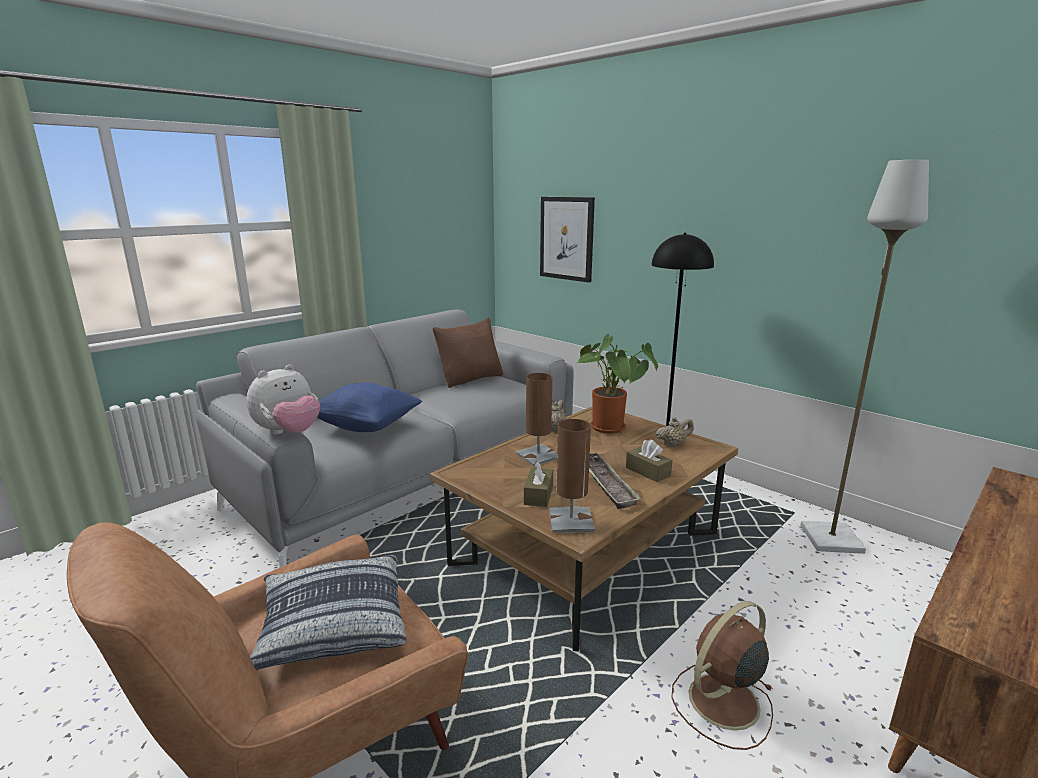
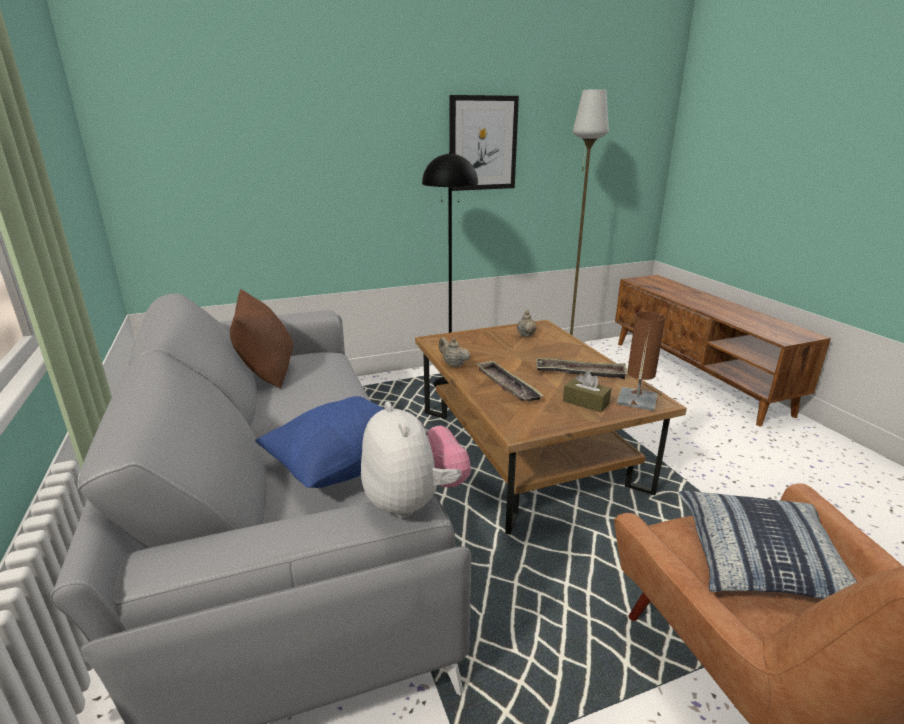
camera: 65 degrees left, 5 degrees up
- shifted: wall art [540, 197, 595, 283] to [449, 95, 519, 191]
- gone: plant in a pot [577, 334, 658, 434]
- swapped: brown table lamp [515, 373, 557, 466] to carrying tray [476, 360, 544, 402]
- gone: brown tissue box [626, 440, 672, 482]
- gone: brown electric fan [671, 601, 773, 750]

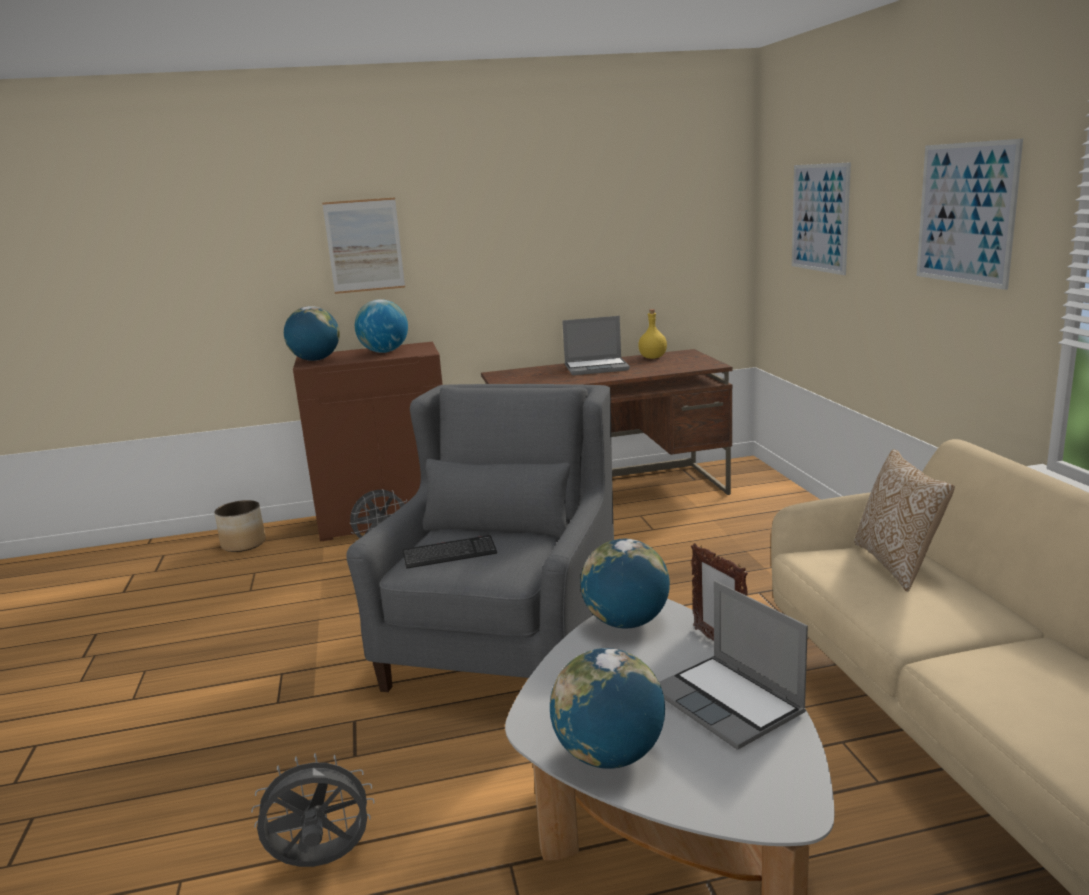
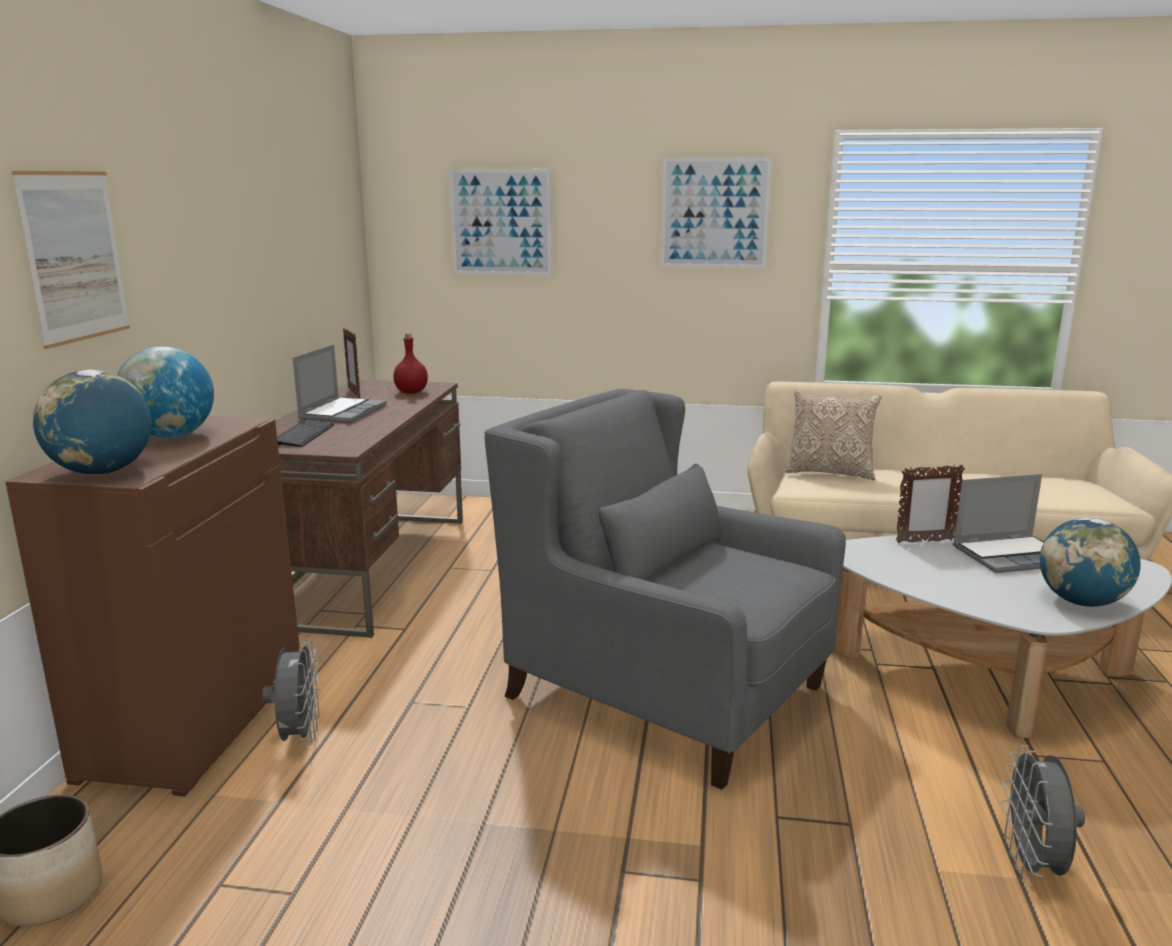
camera: 70 degrees left, 0 degrees up
- swapped: yellowish beverage bottle [638, 309, 667, 359] to photo frame [343, 328, 360, 398]
- shifted: keyboard [402, 535, 497, 569] to [277, 419, 335, 447]
- gone: desk globe [580, 539, 670, 629]
- new: red-coloured beverage bottle [393, 333, 428, 393]

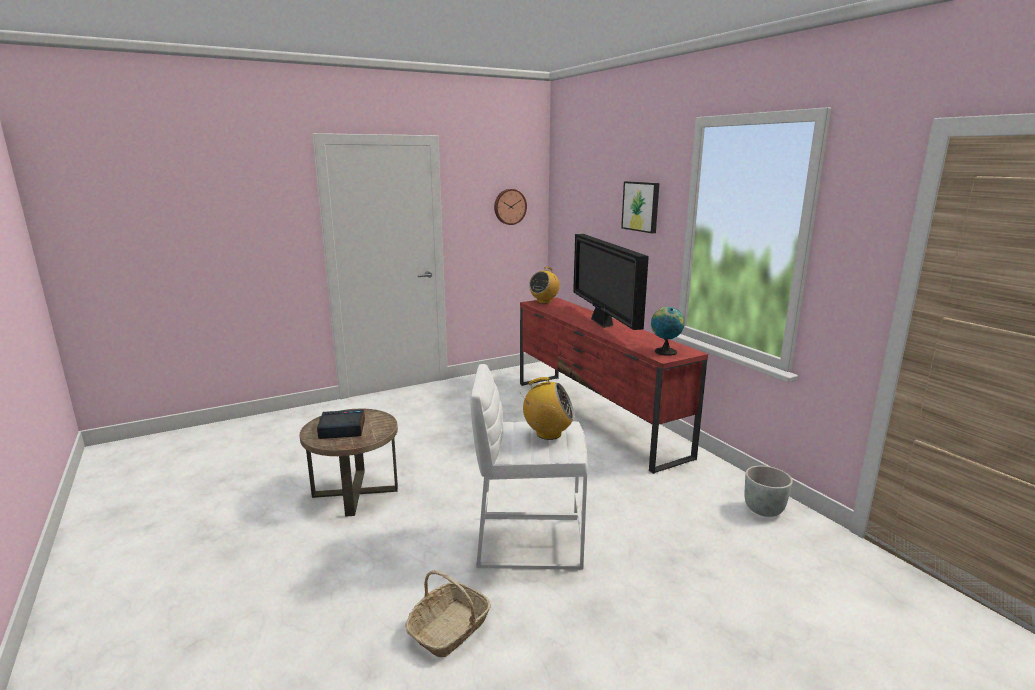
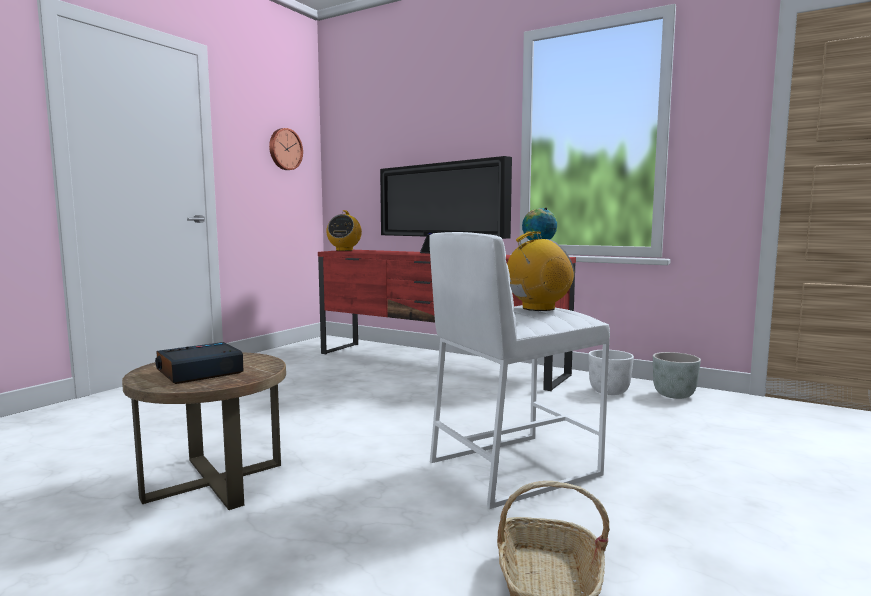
camera: 30 degrees left, 10 degrees down
- gone: wall art [621, 181, 659, 233]
- new: white-coloured plant pot [588, 350, 634, 395]

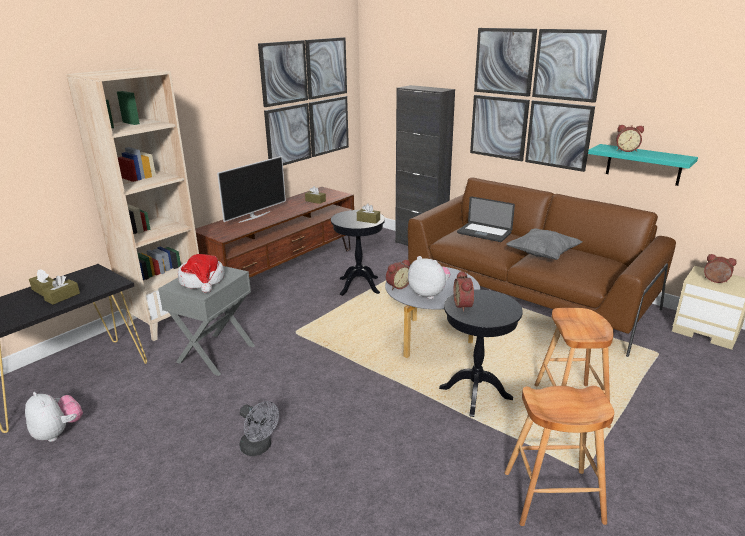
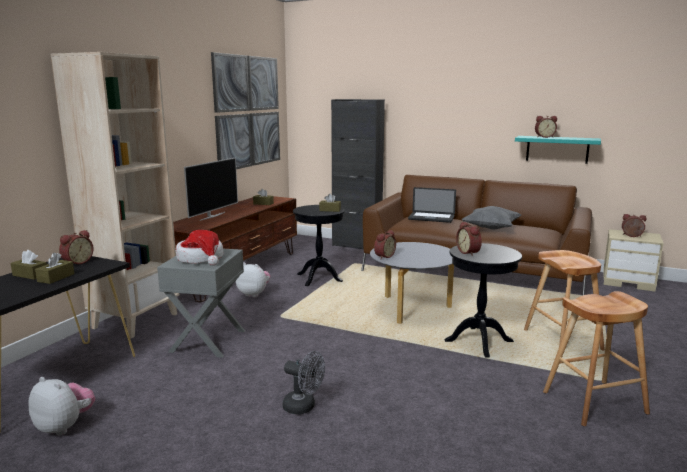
camera: 15 degrees left, 10 degrees down
- gone: wall art [470, 28, 607, 172]
- shifted: soft toy [408, 256, 450, 299] to [236, 262, 270, 297]
- new: table clock [59, 230, 94, 264]

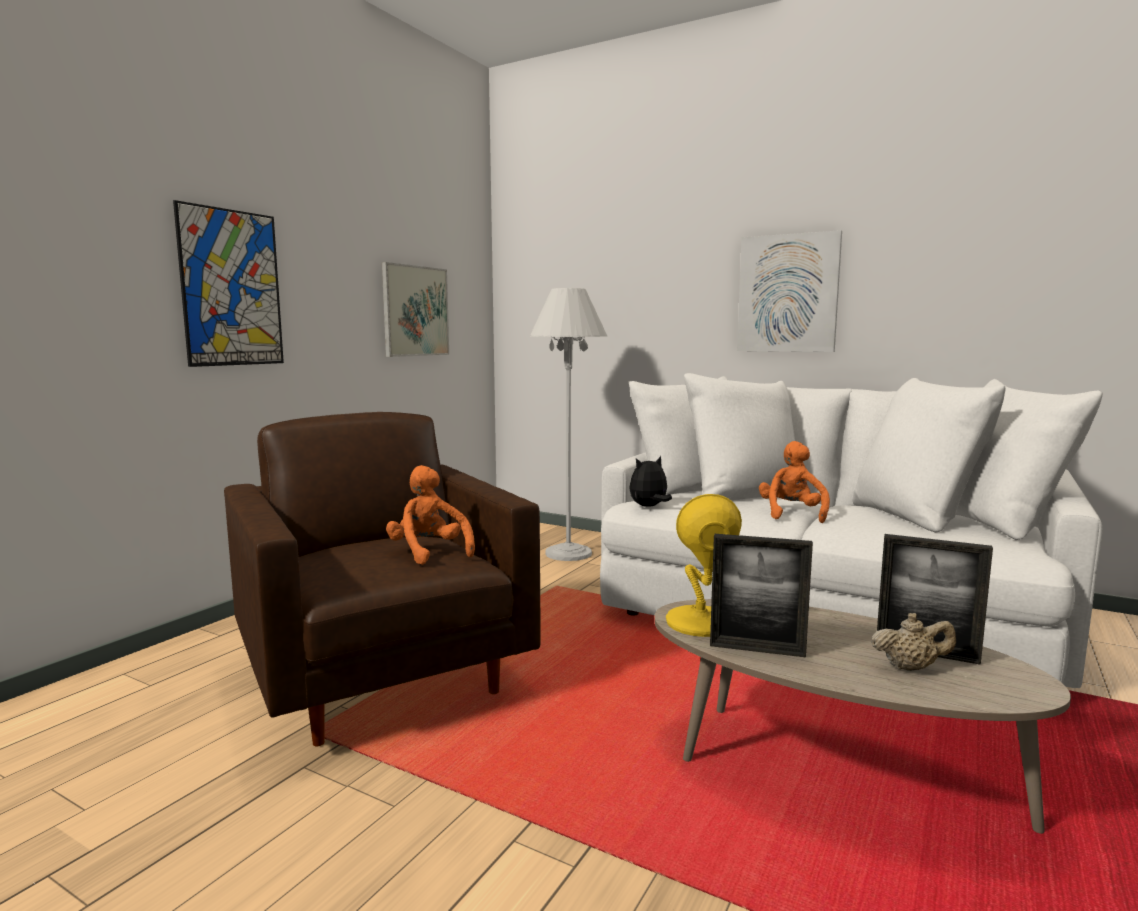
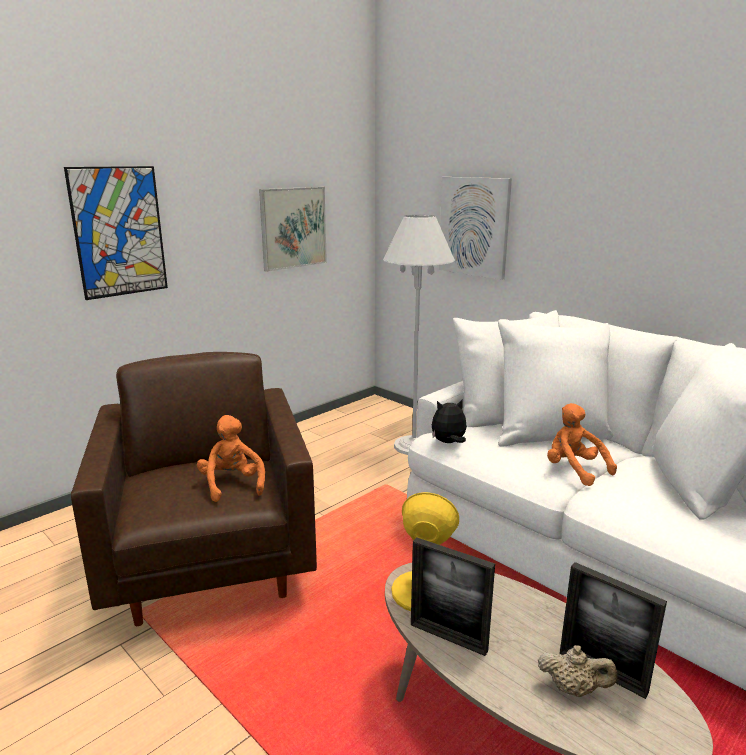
camera: 15 degrees right, 10 degrees up
- shifted: wall art [737, 230, 842, 352] to [439, 177, 512, 280]
- rotated: orange-coloured soft toy [759, 441, 830, 523] = [547, 403, 617, 486] 60 degrees counterclockwise

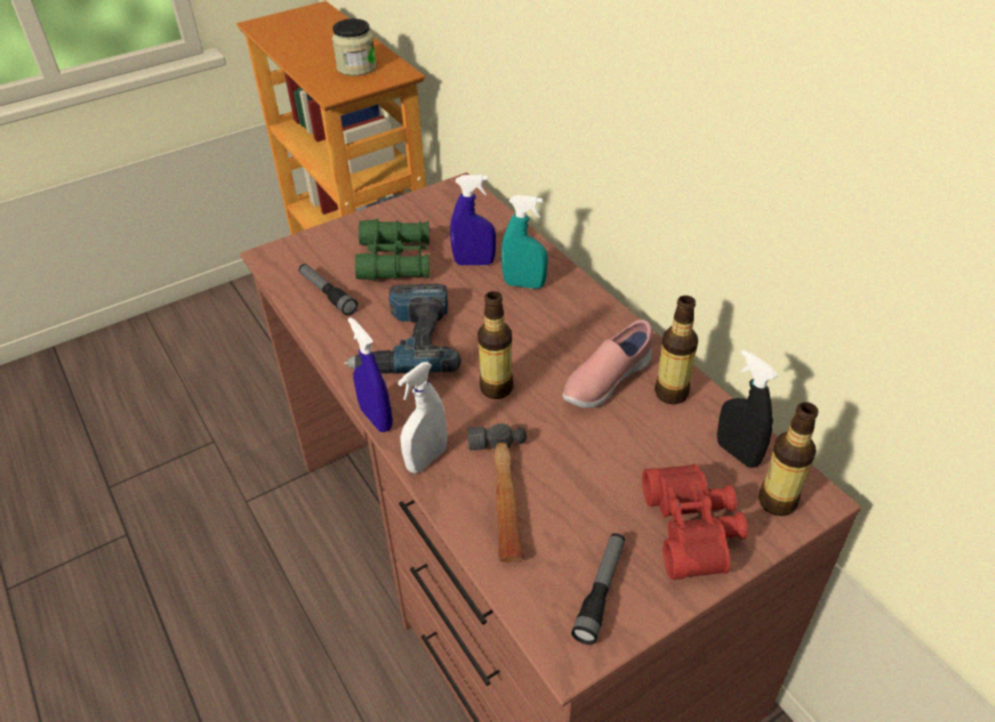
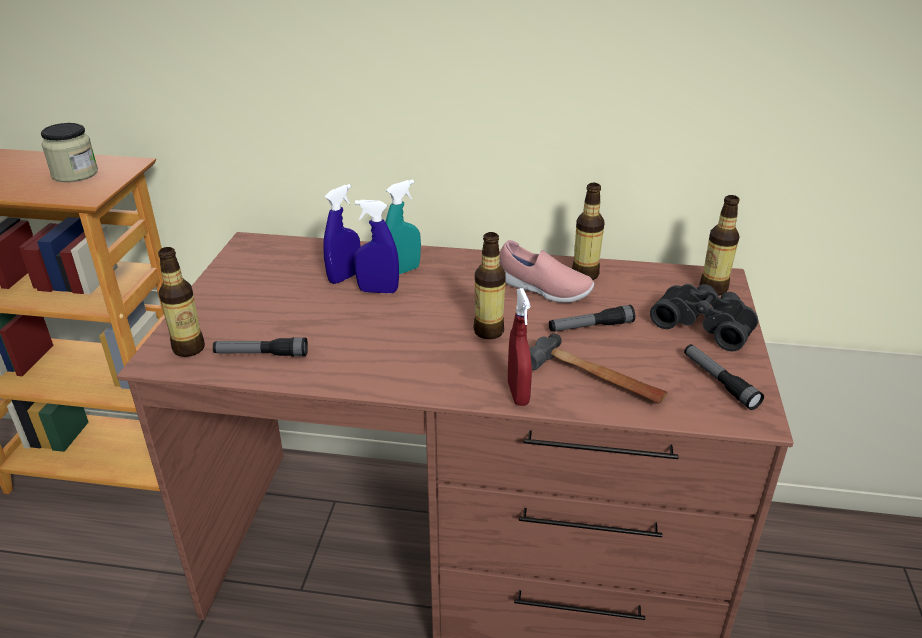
camera: 50 degrees left, 10 degrees down
- gone: green binoculars [355, 219, 429, 281]
- gone: electric drill [344, 284, 461, 373]
- shifted: blue spray bottle [348, 317, 393, 432] to [354, 200, 399, 293]
- rotated: pink shoe [562, 319, 654, 408] = [499, 240, 594, 303] 60 degrees counterclockwise
- gone: blackish spray bottle [717, 350, 778, 468]
- repainted: white-coloured spray bottle [398, 362, 447, 473] to red-coloured spray bottle [508, 288, 532, 406]
- repainted: red-coloured binoculars [642, 464, 748, 580] to blackish binoculars [650, 284, 758, 351]
- new: beverage bottle [158, 247, 205, 357]
- new: torch [549, 305, 635, 332]

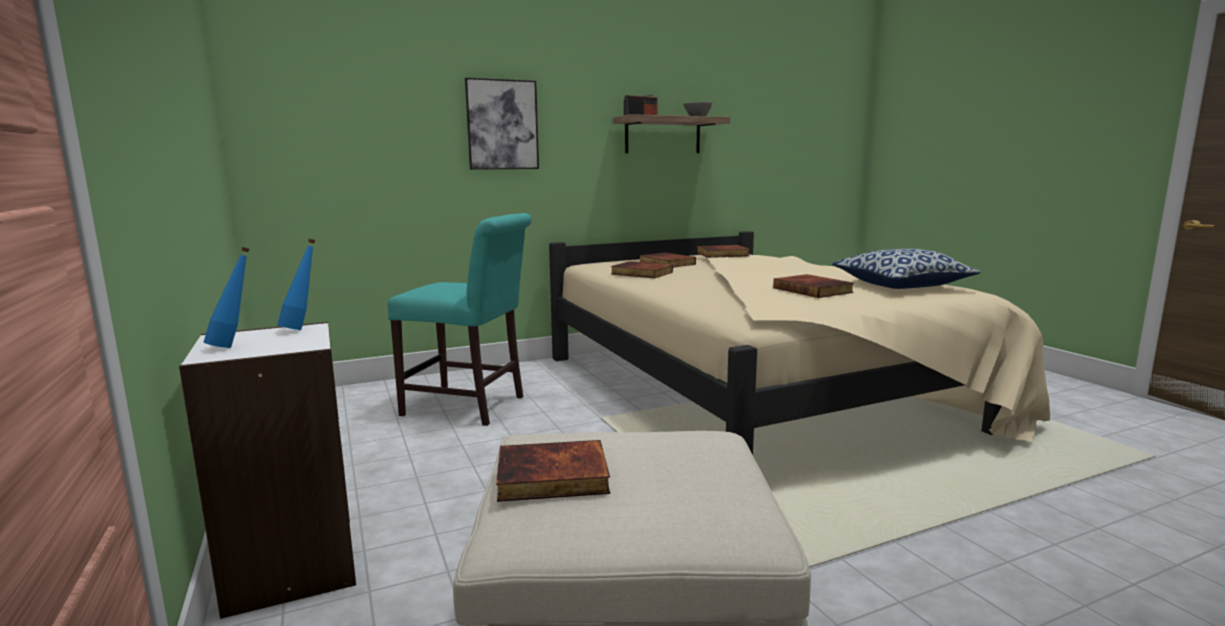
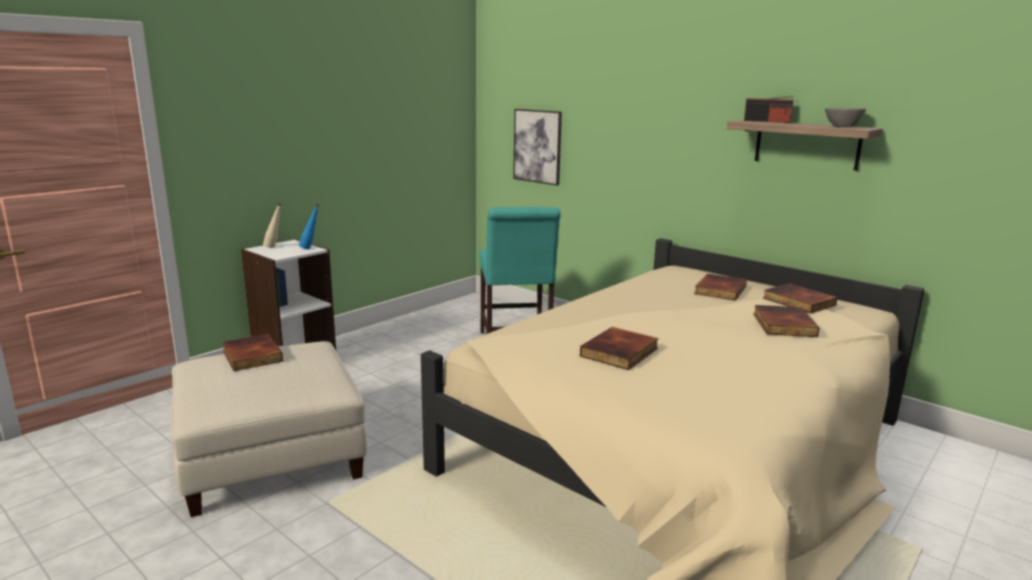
camera: 65 degrees right, 5 degrees up
- shifted: wall art [465, 77, 539, 170] to [513, 109, 562, 185]
- repainted: blue beverage bottle [204, 247, 250, 348] to sand-coloured beverage bottle [263, 202, 281, 248]
- gone: throw pillow [832, 249, 981, 289]
- shifted: book [611, 261, 673, 278] to [753, 305, 819, 337]

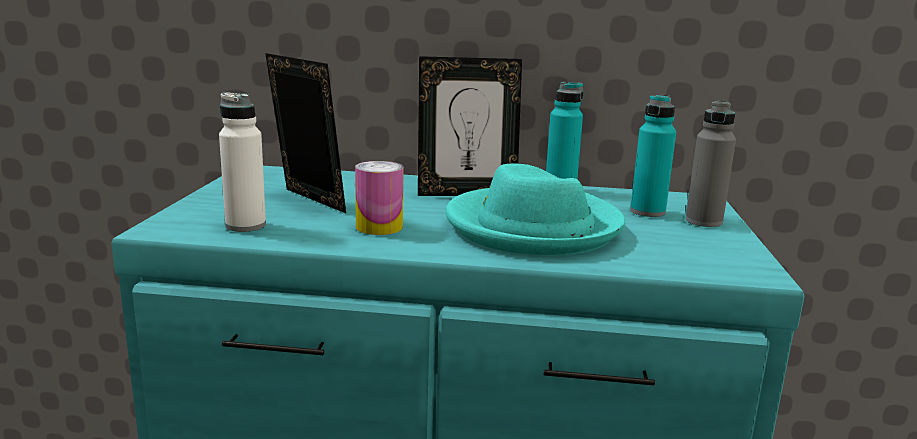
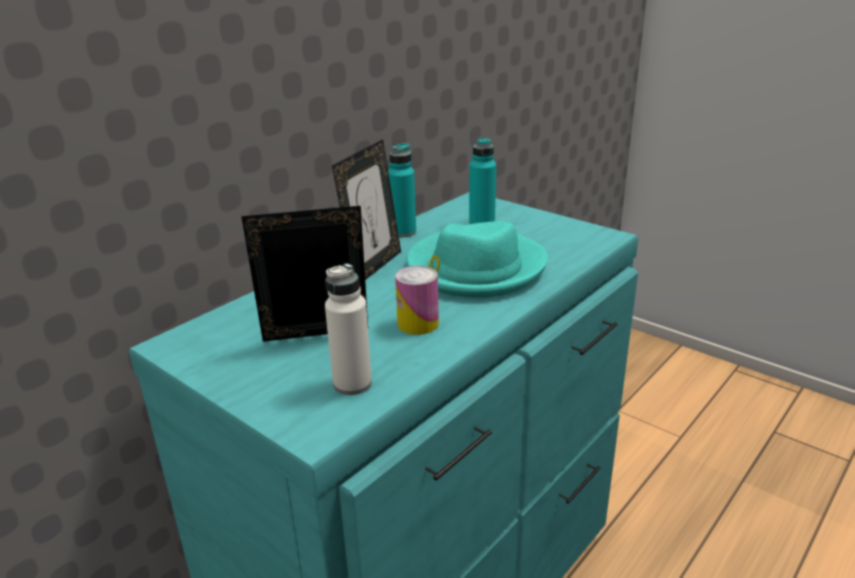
camera: 55 degrees left, 10 degrees up
- gone: greyish beverage bottle [685, 100, 736, 227]

